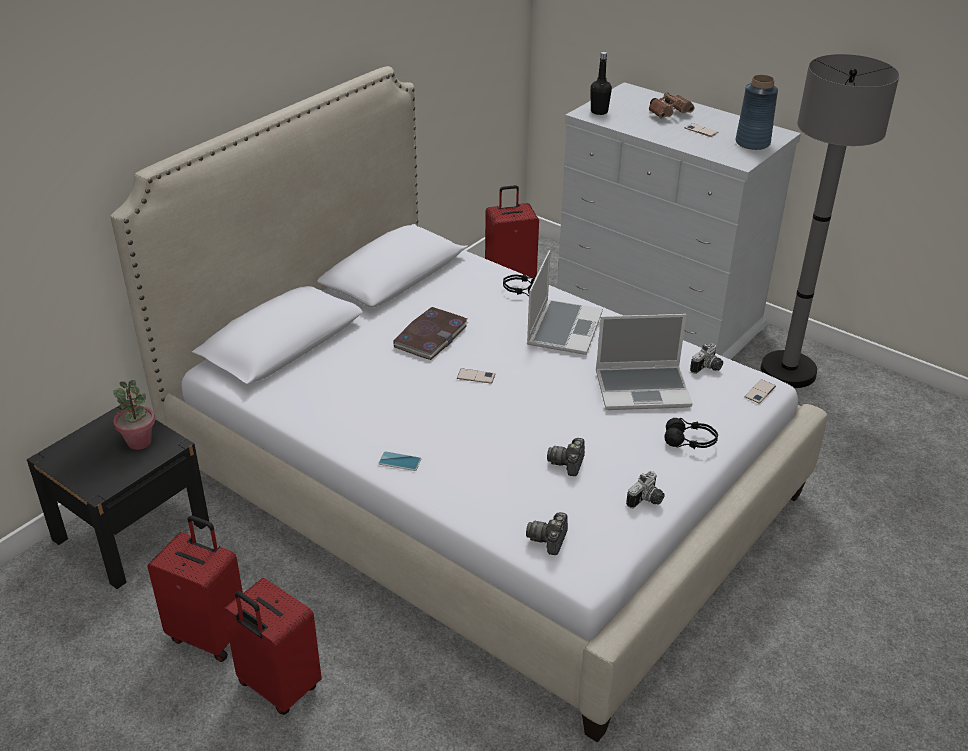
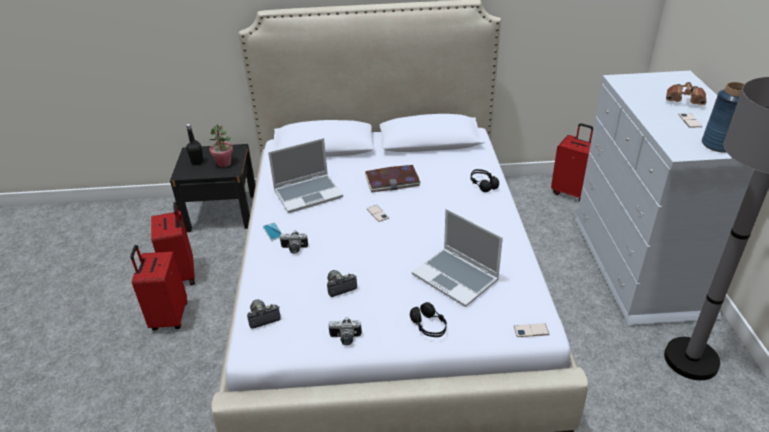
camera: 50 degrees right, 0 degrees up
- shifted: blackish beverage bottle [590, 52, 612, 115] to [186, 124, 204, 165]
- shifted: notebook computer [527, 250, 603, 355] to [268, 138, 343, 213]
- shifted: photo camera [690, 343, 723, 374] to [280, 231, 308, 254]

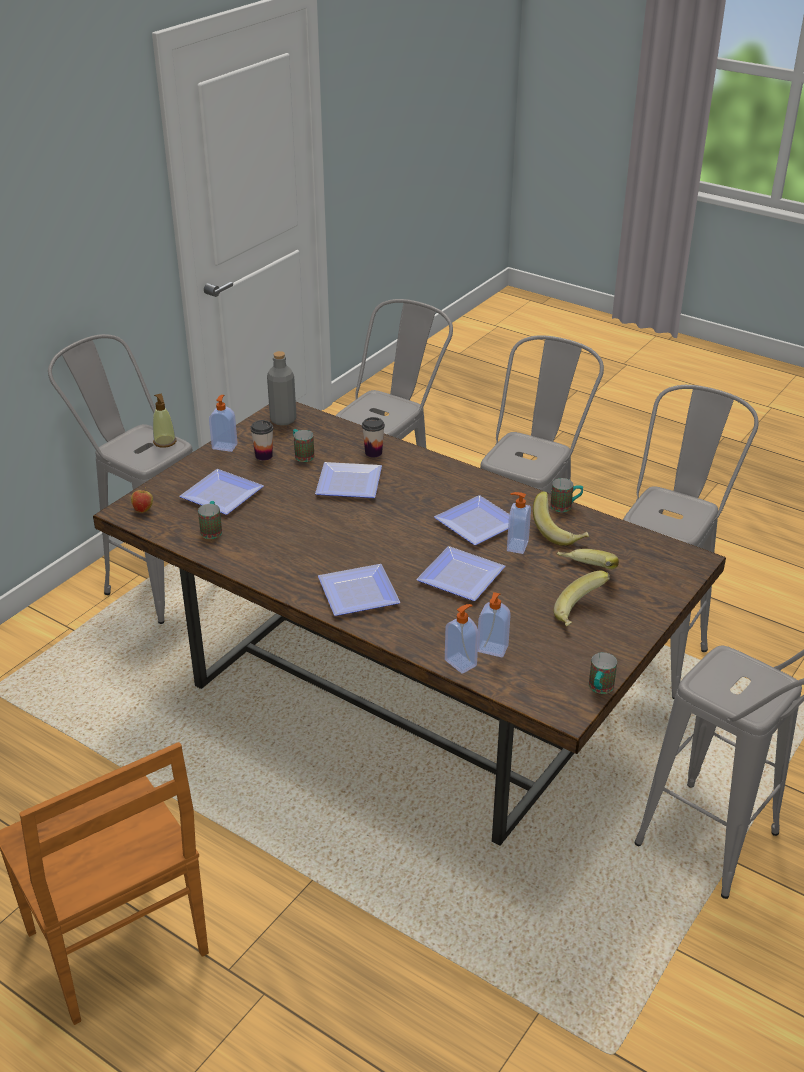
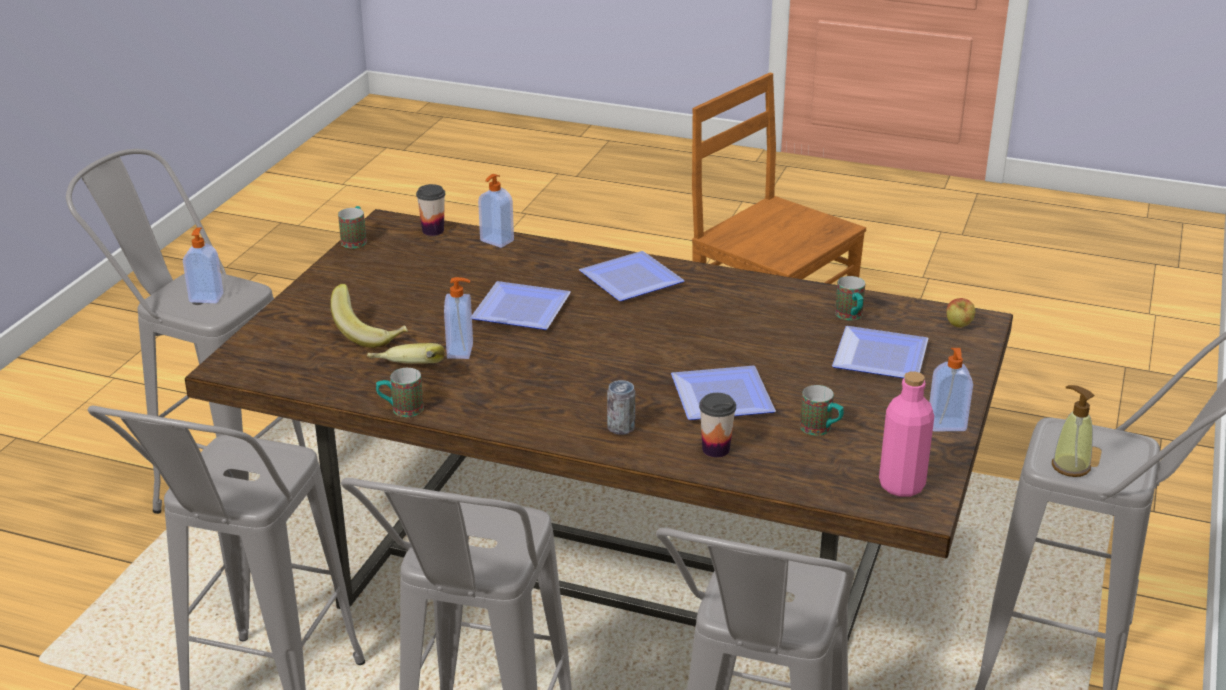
camera: 165 degrees right, 5 degrees down
- repainted: greyish beverage bottle [267, 351, 297, 426] to pink beverage bottle [879, 372, 934, 497]
- shifted: small cup [250, 420, 273, 461] to [416, 184, 445, 236]
- gone: flat dish [434, 495, 509, 545]
- gone: whole banana [554, 571, 610, 626]
- shifted: soap bottle [478, 592, 511, 657] to [183, 227, 224, 303]
- new: metal can [607, 380, 635, 435]

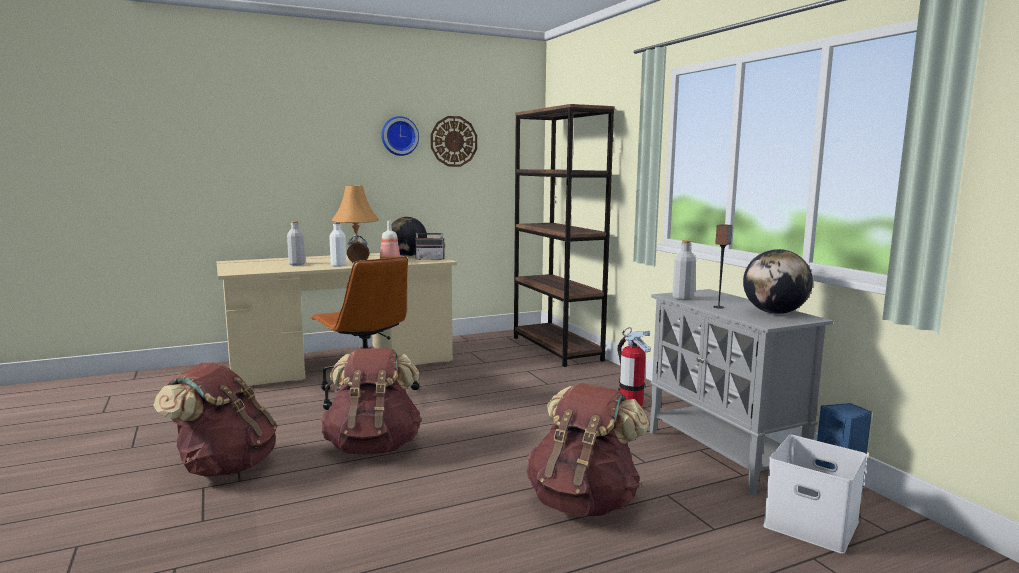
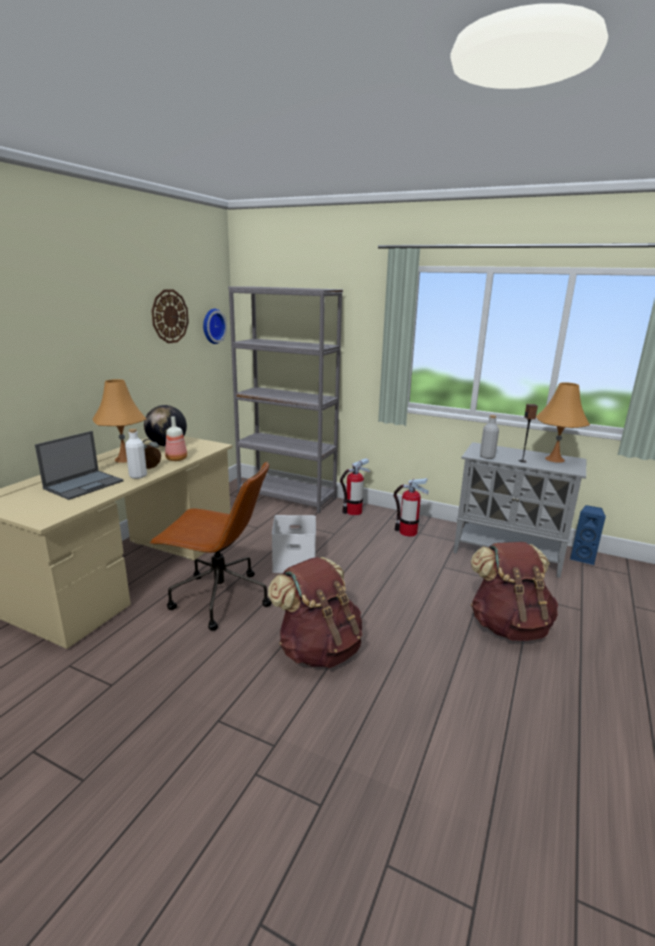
camera: 40 degrees left, 10 degrees up
- repainted: brown shelving unit [514, 104, 615, 367] to greyish shelving unit [228, 287, 343, 513]
- shifted: wall clock [381, 116, 419, 156] to [203, 309, 227, 344]
- swapped: greyish beverage bottle [287, 221, 305, 265] to notebook computer [35, 431, 124, 500]
- gone: radio set [415, 225, 445, 260]
- swapped: desk globe [743, 249, 813, 314] to orange-coloured table lamp [536, 382, 590, 463]
- gone: brown backpack [153, 363, 277, 477]
- shifted: white-coloured storage bin [763, 435, 867, 554] to [272, 515, 316, 573]
- new: fire-fighting cylinder [340, 458, 370, 515]

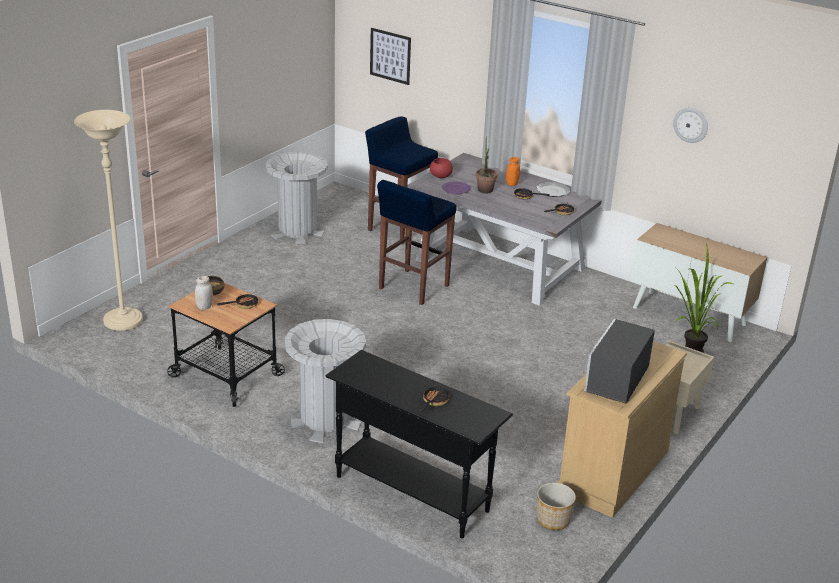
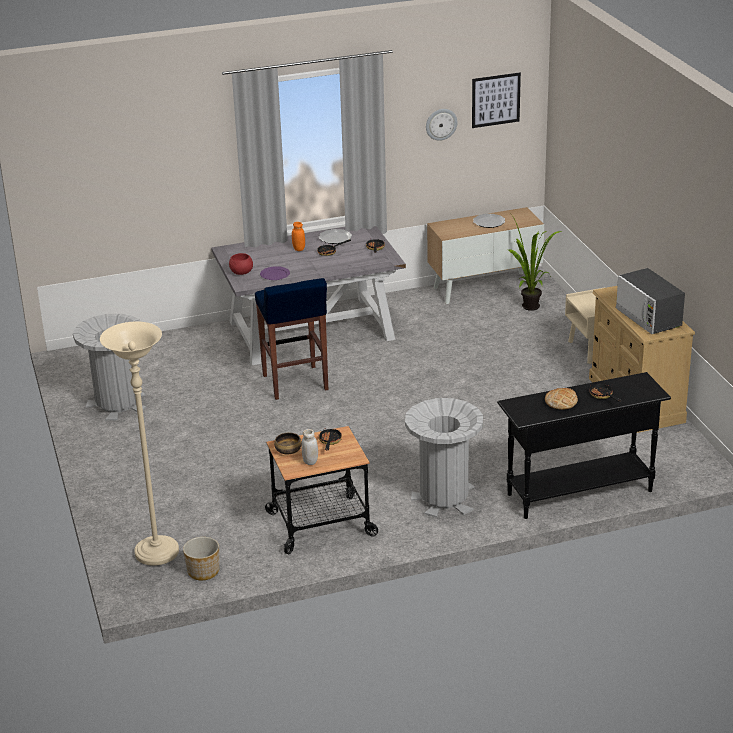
camera: 50 degrees left, 0 degrees up
- shifted: wall art [370, 28, 411, 85] to [472, 72, 521, 128]
- gone: blue sitting stool [365, 116, 438, 244]
- gone: plant in a pot [476, 138, 498, 193]
- shifted: plant pot [537, 483, 576, 530] to [183, 537, 219, 580]
- new: flat dish [473, 214, 505, 228]
- new: baked bread [545, 388, 578, 410]

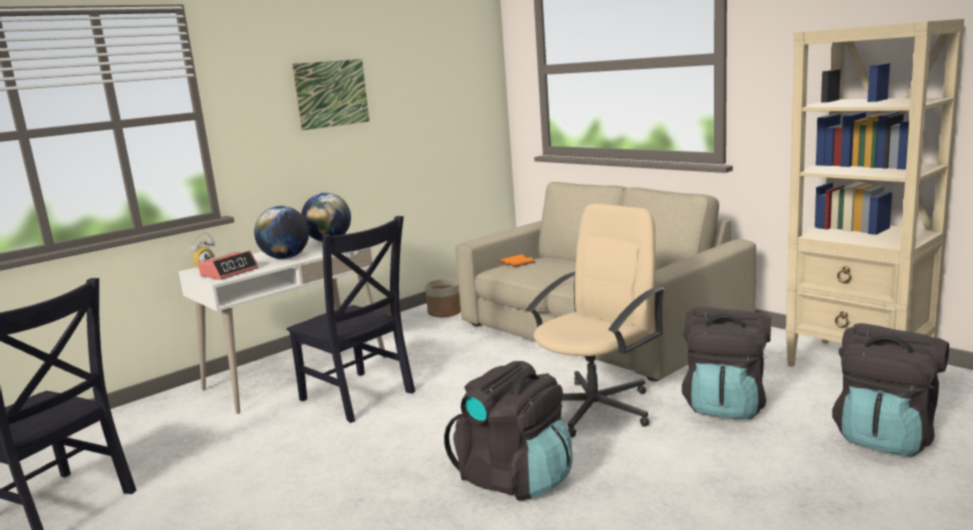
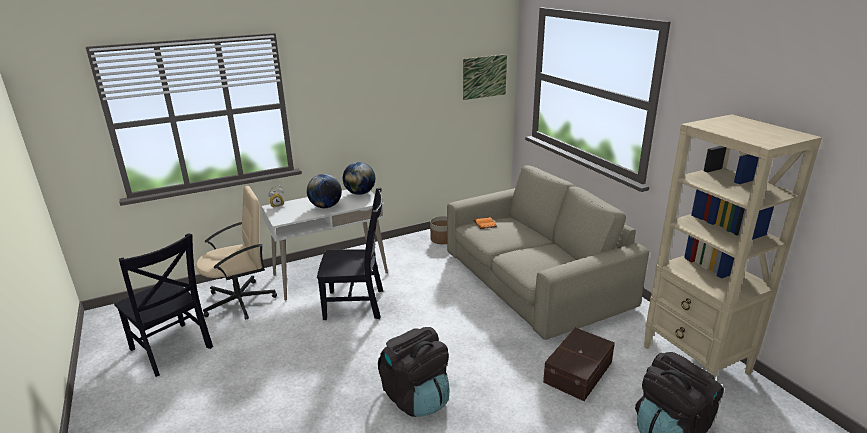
camera: 15 degrees right, 10 degrees up
- shifted: wall art [292, 59, 370, 130] to [463, 54, 507, 100]
- shifted: sand-coloured office chair [526, 203, 665, 438] to [196, 186, 277, 320]
- rotated: blackish chair [286, 216, 415, 423] = [317, 188, 383, 320] 60 degrees counterclockwise
- gone: table clock [198, 251, 259, 280]
- swapped: blackish backpack [682, 306, 771, 420] to brown storage bin [543, 328, 615, 401]

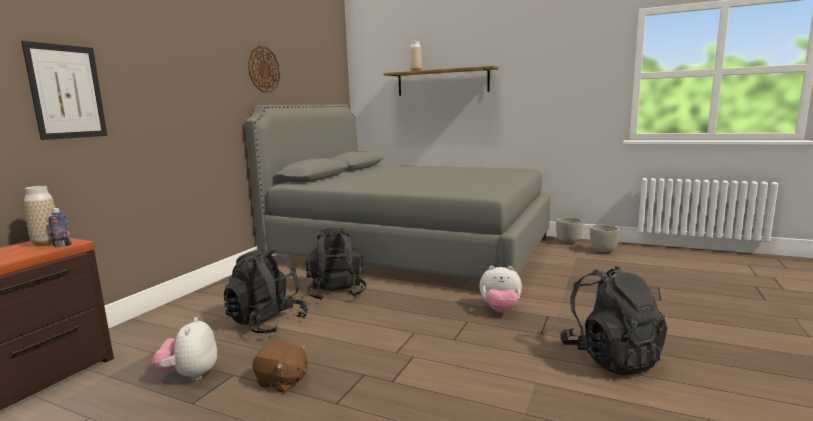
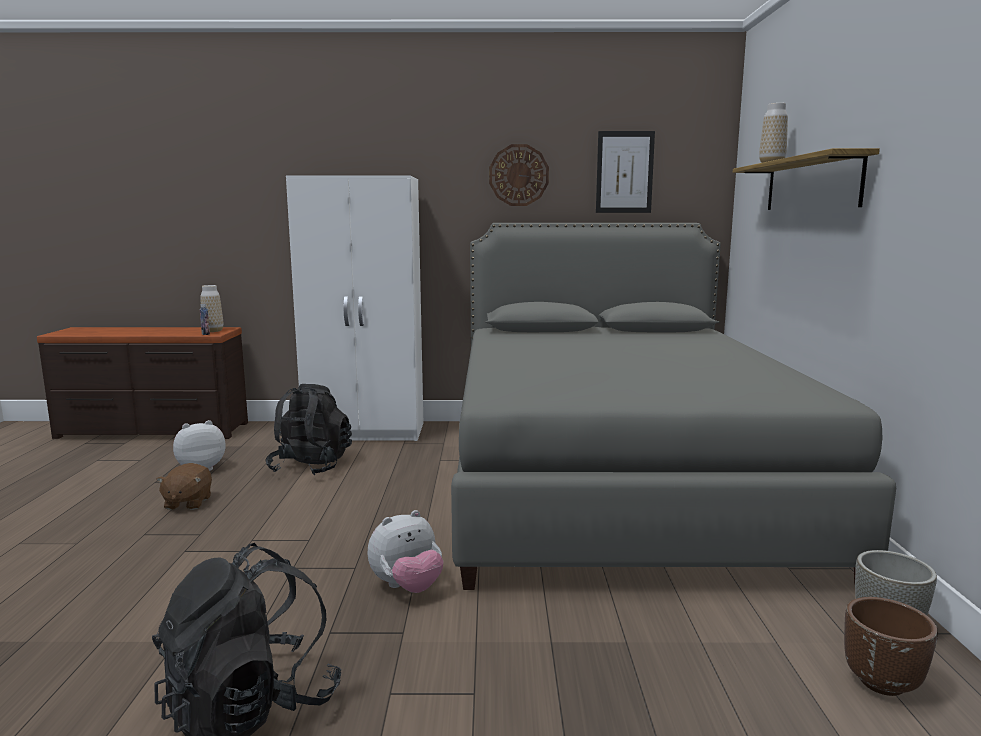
camera: 65 degrees right, 0 degrees up
- shifted: wall art [21, 41, 108, 140] to [596, 131, 655, 213]
- repainted: greyish plant pot [590, 225, 619, 254] to brown plant pot [844, 597, 938, 696]
- gone: blackish backpack [305, 227, 367, 300]
- rotated: soft toy [479, 266, 522, 313] = [368, 510, 443, 593] 105 degrees counterclockwise
- new: white-coloured clothes cupboard [286, 175, 423, 441]

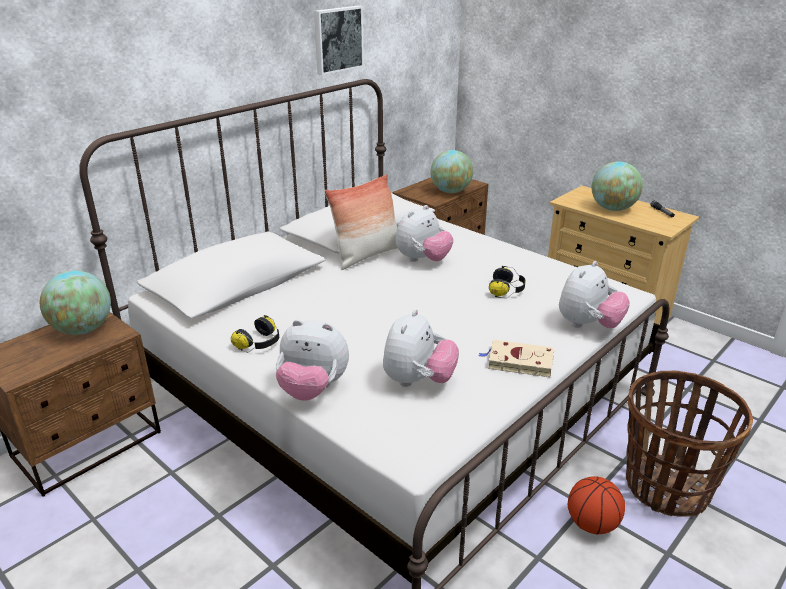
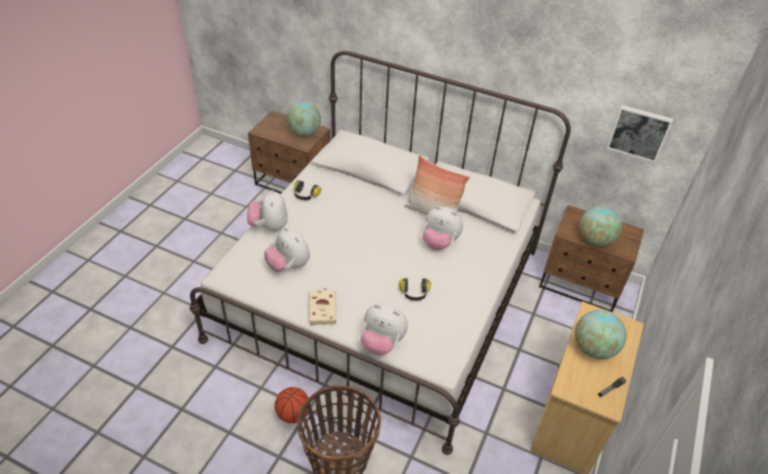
camera: 70 degrees right, 15 degrees up
- shifted: wall art [314, 6, 364, 75] to [607, 105, 673, 162]
- rotated: soft toy [383, 309, 459, 387] = [264, 227, 310, 272] 45 degrees clockwise

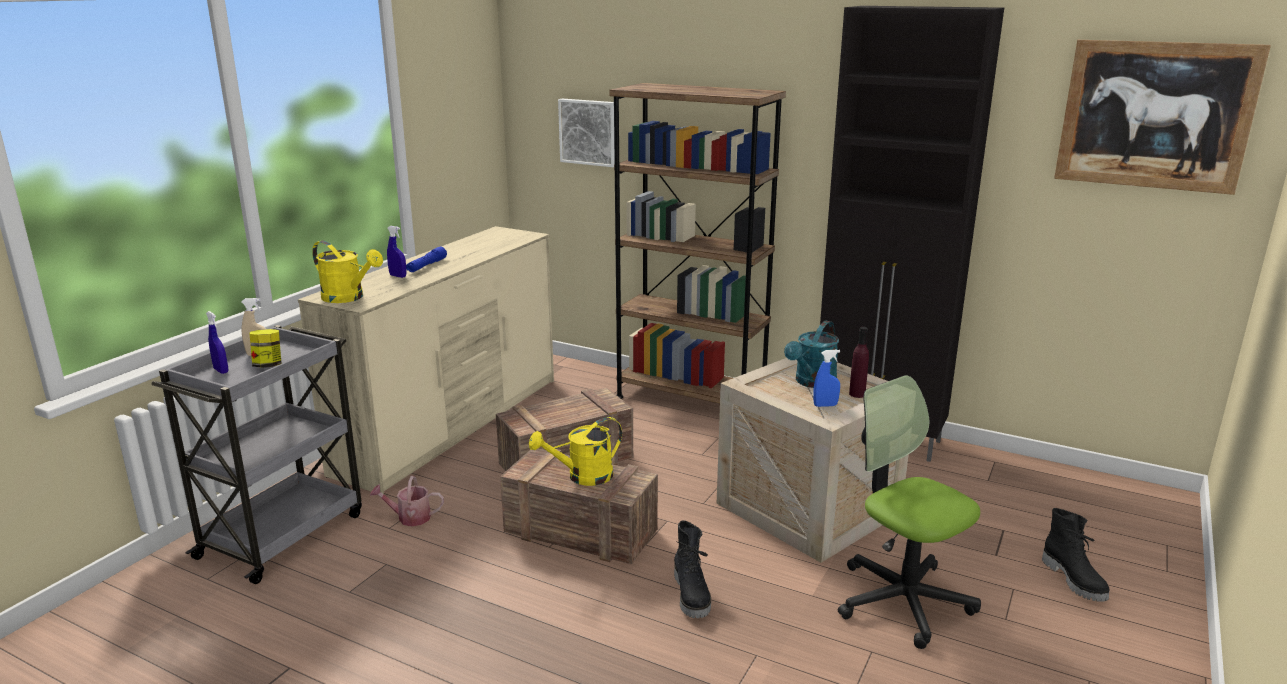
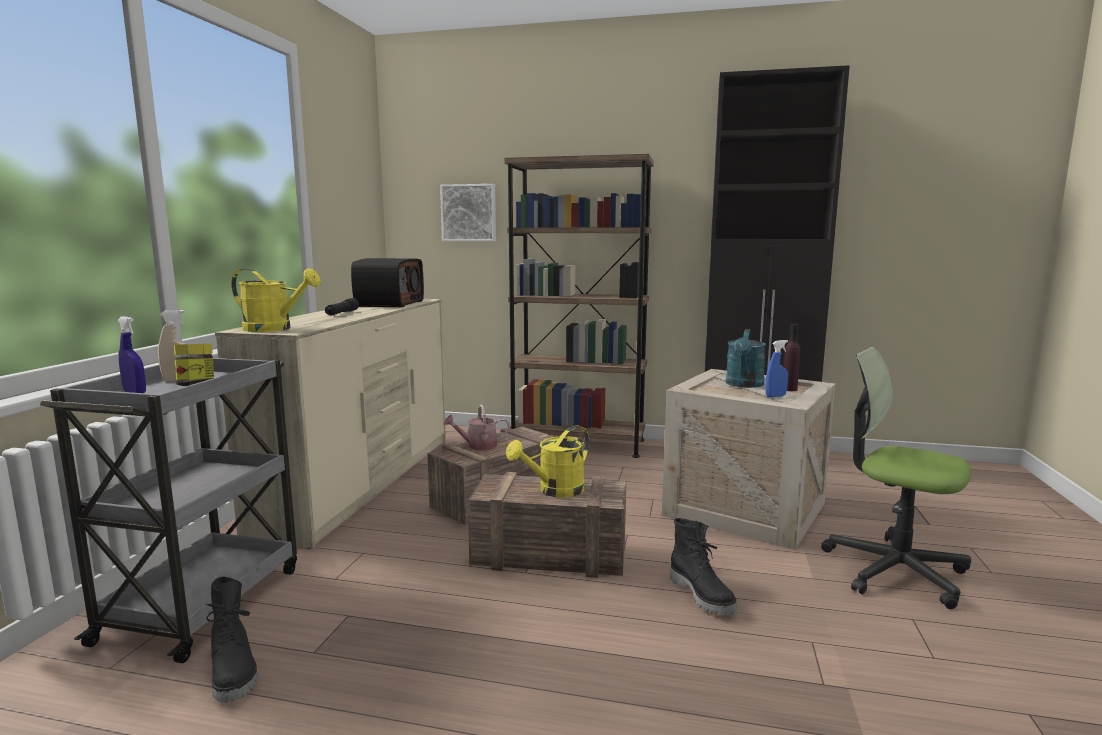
camera: 15 degrees left, 10 degrees down
- gone: wall art [1054, 40, 1271, 195]
- gone: blue spray bottle [387, 226, 406, 278]
- repainted: blue torch [406, 247, 447, 272] to blackish torch [325, 298, 359, 316]
- shifted: watering can [370, 476, 444, 526] to [443, 404, 510, 450]
- shifted: blackish tall boot [1042, 508, 1110, 602] to [206, 577, 258, 703]
- new: radio set [351, 258, 424, 307]

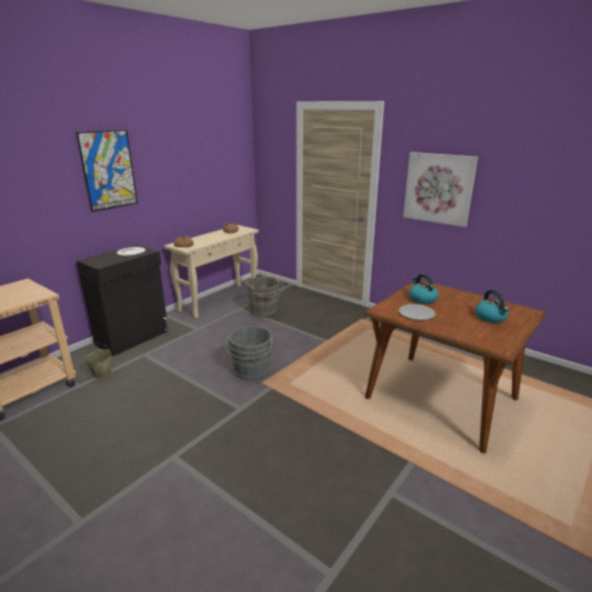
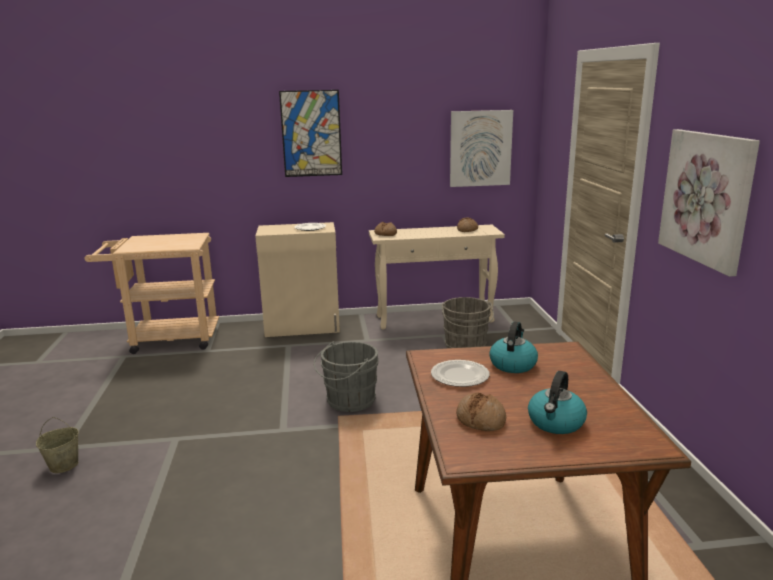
camera: 45 degrees right, 5 degrees down
- repainted: blackish cabinet [76, 245, 169, 356] to sand-coloured cabinet [255, 222, 340, 337]
- shifted: sand-coloured pail [85, 343, 111, 378] to [36, 417, 79, 473]
- new: wall art [450, 110, 513, 187]
- new: baked bread [456, 393, 506, 431]

